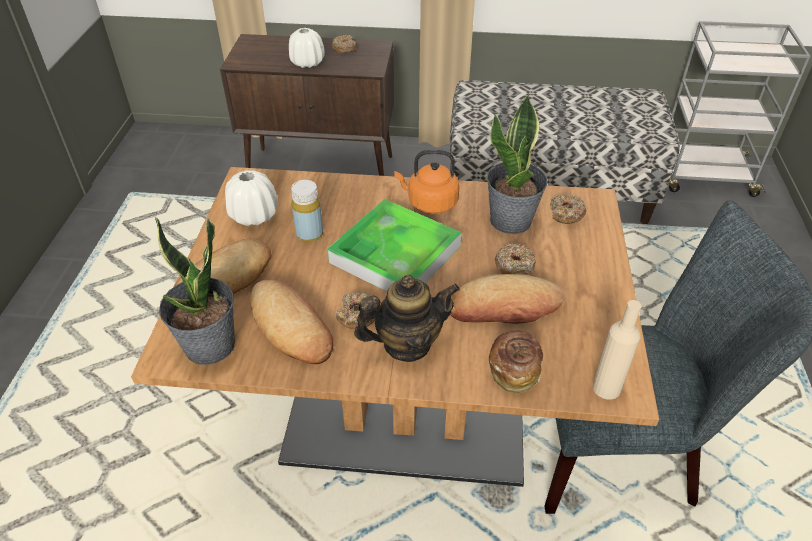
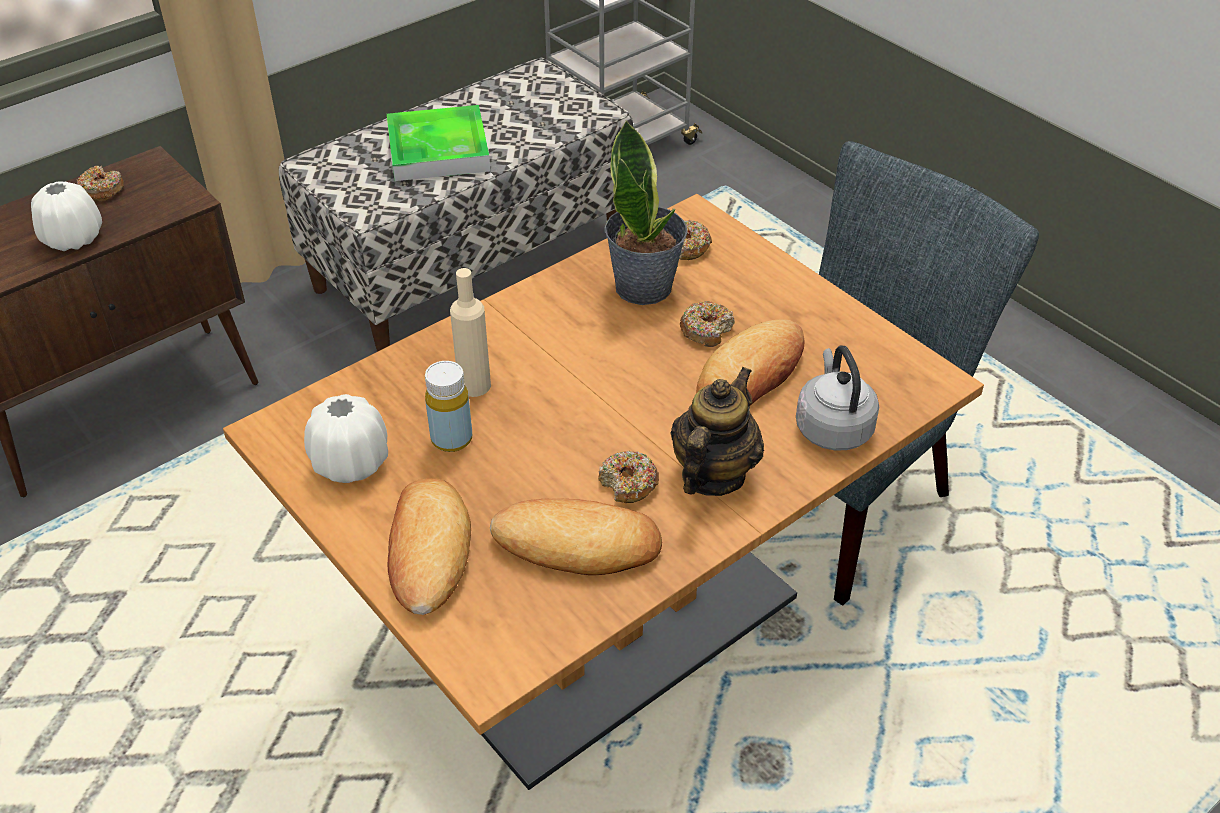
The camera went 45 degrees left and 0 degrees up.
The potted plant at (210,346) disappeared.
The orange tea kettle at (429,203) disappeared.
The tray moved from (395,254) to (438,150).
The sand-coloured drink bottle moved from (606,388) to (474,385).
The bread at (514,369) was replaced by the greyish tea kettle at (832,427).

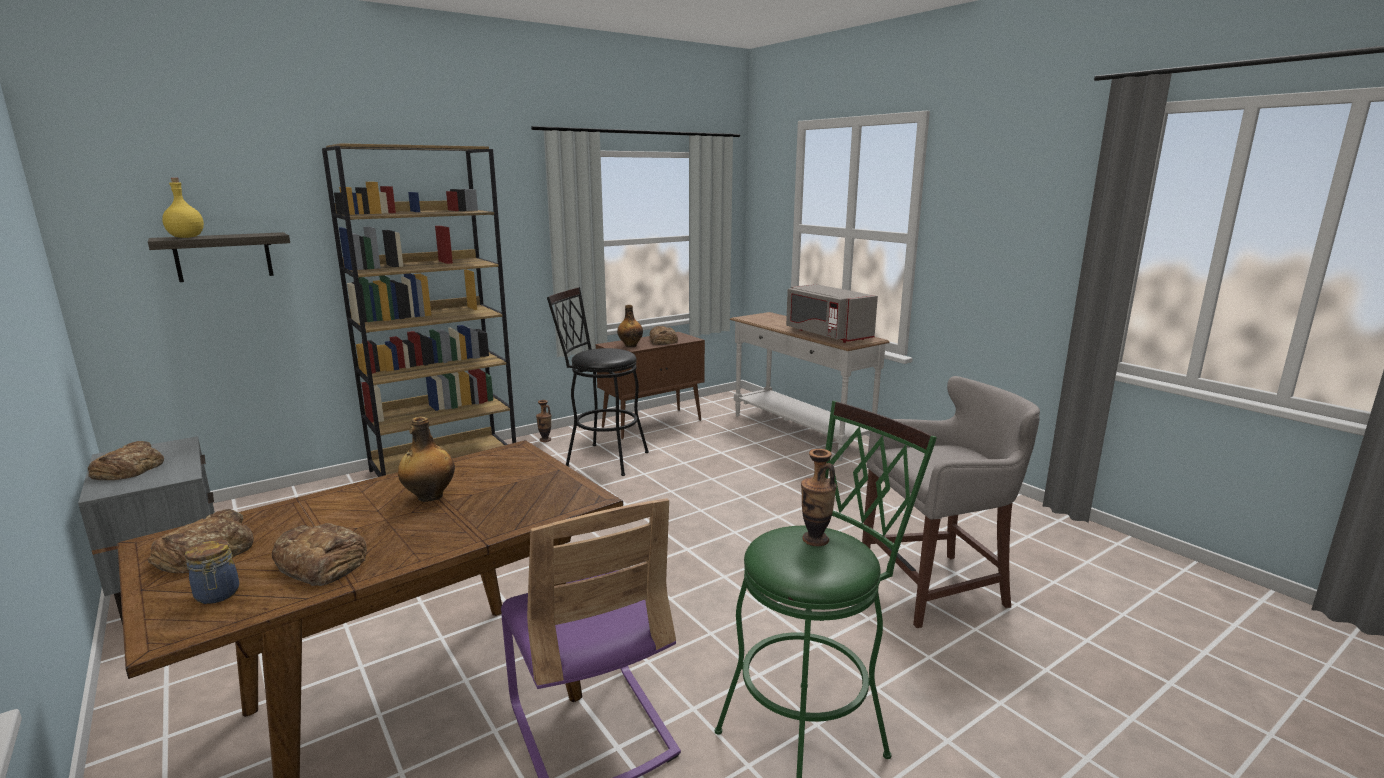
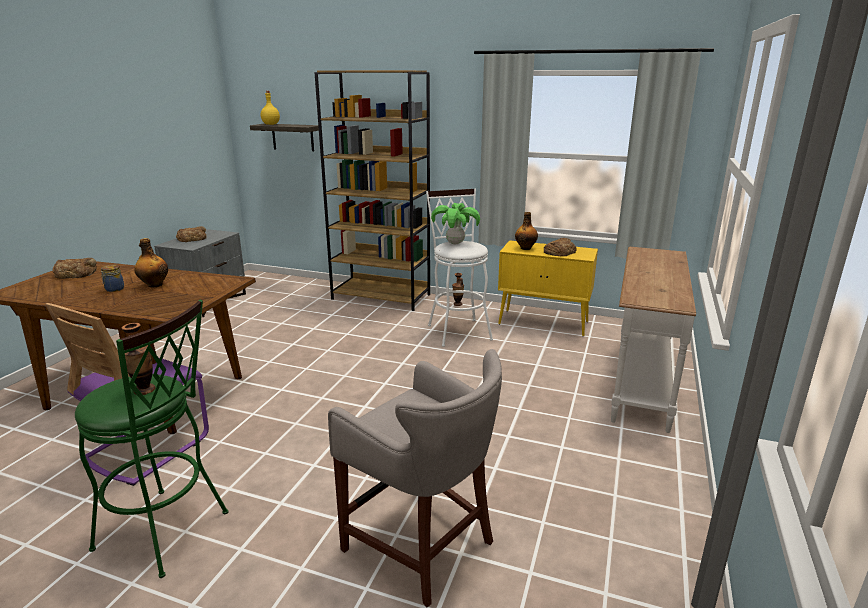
The camera went 55 degrees right and 5 degrees up.
The bread at (321,563) disappeared.
The greyish microwave at (826,334) disappeared.
The potted plant at (455,243) appeared.
The preserve jar moved from (217,595) to (114,289).
The black stool seat at (601,458) became the white-coloured stool seat at (457,330).
The brownish storage cabinet at (653,423) became the yellow-coloured storage cabinet at (544,323).

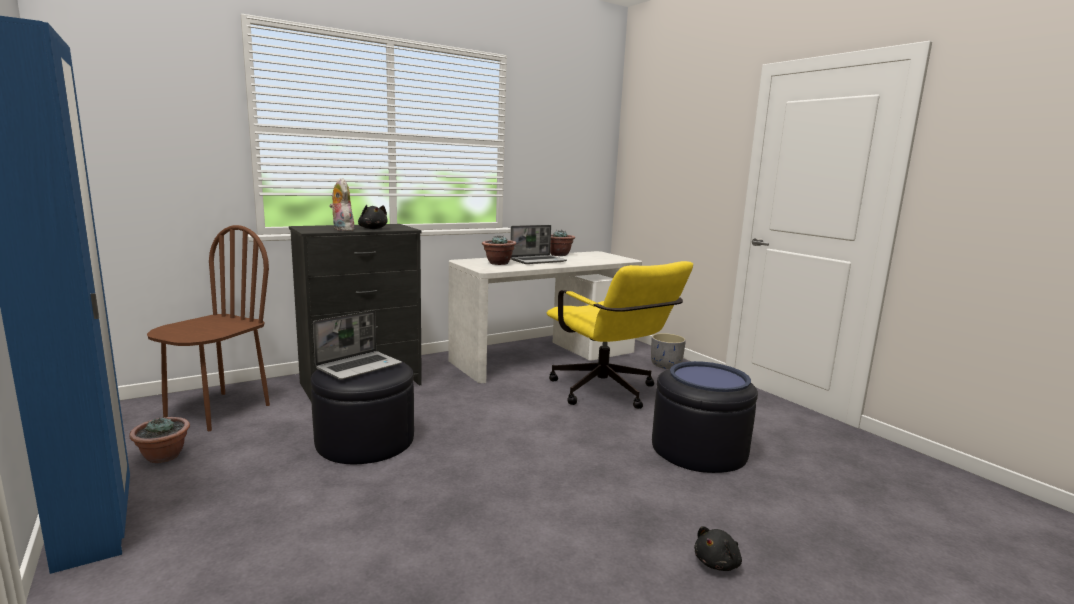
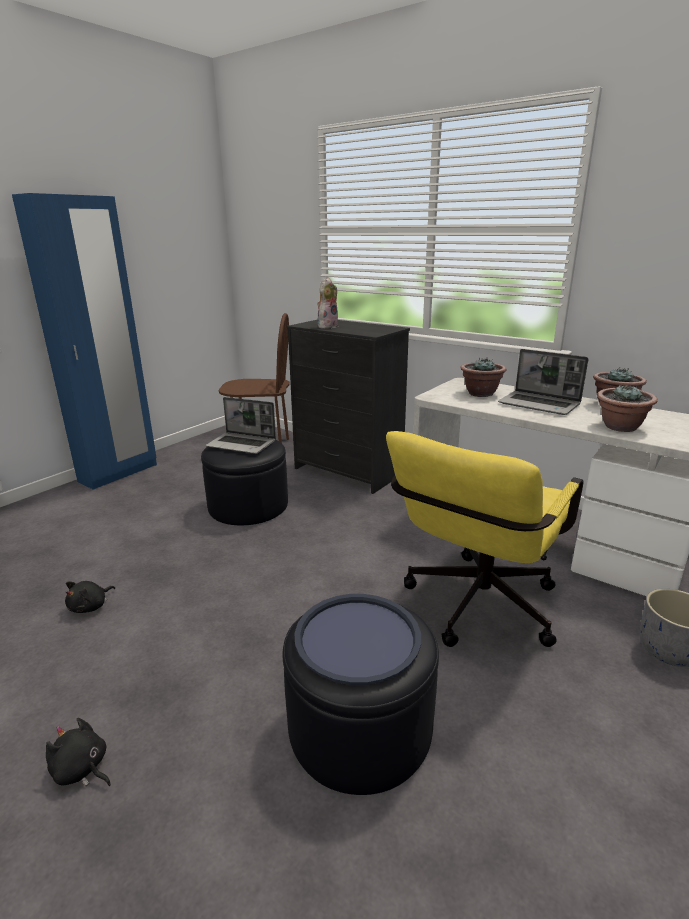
The camera went 70 degrees right and 10 degrees up.
The potted plant moved from (163,457) to (620,427).
The black plush toy moved from (373,229) to (90,606).

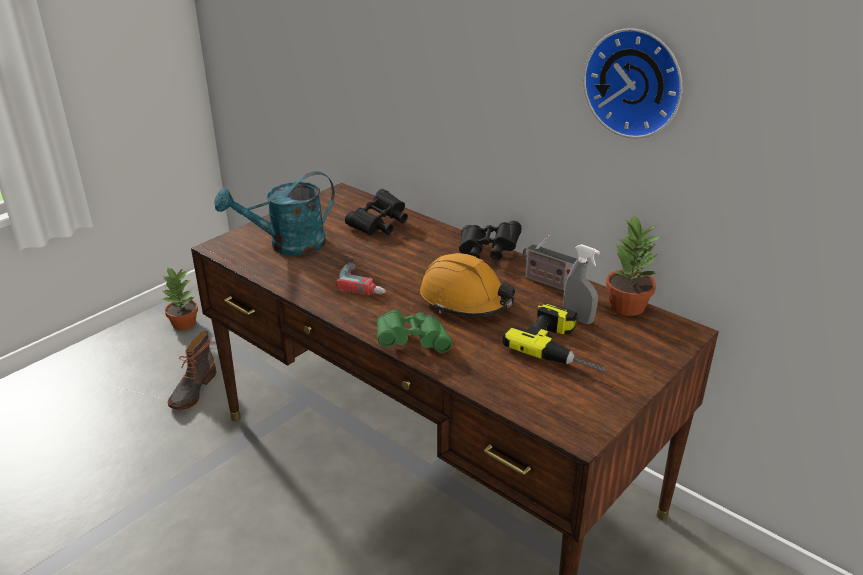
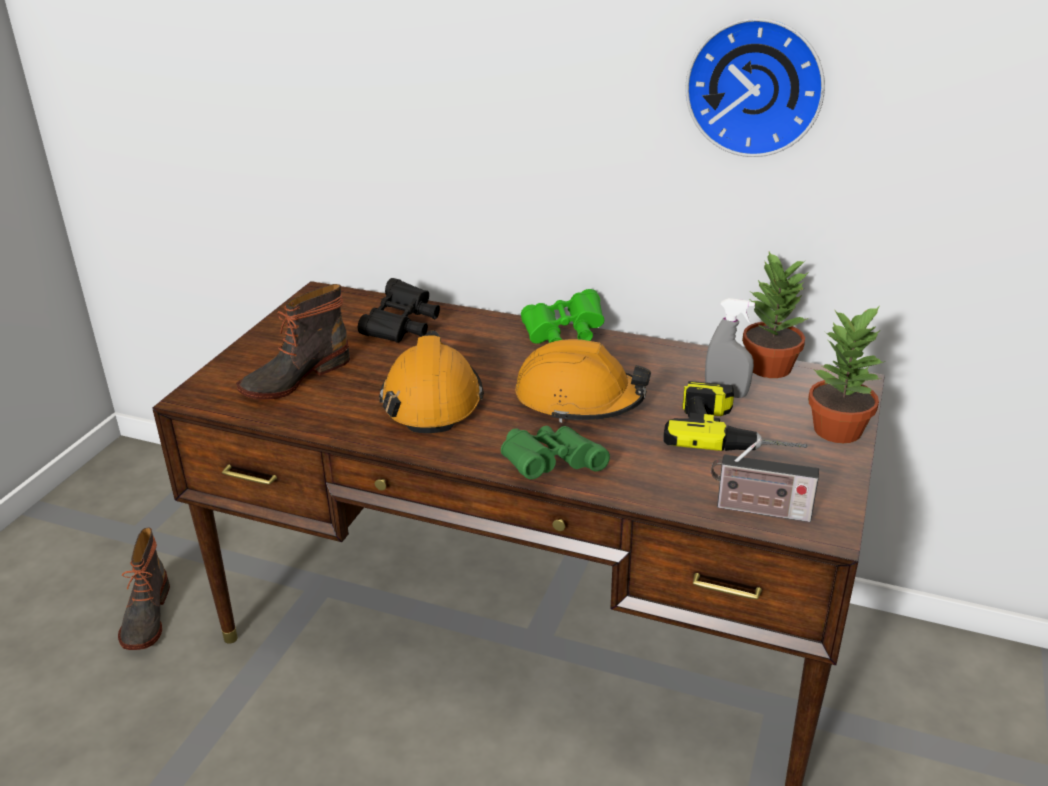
The camera went 20 degrees left and 0 degrees up.
The potted plant moved from (184,324) to (839,430).
The radio set moved from (549,283) to (758,510).
The blue-green sprinkling can at (288,245) was replaced by the boot at (294,377).
The power drill at (365,279) was replaced by the orange safety helmet at (432,400).
The black field glasses at (487,252) became the green field glasses at (563,335).

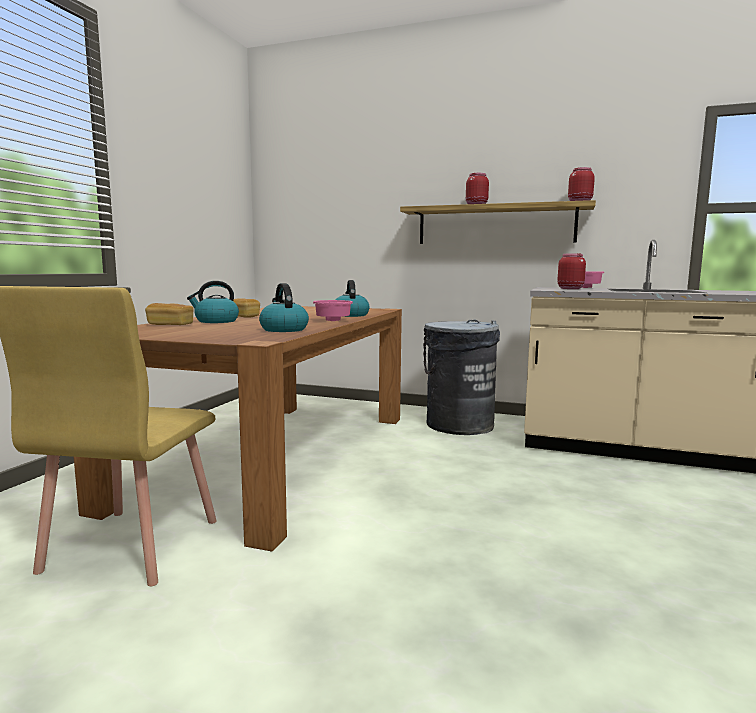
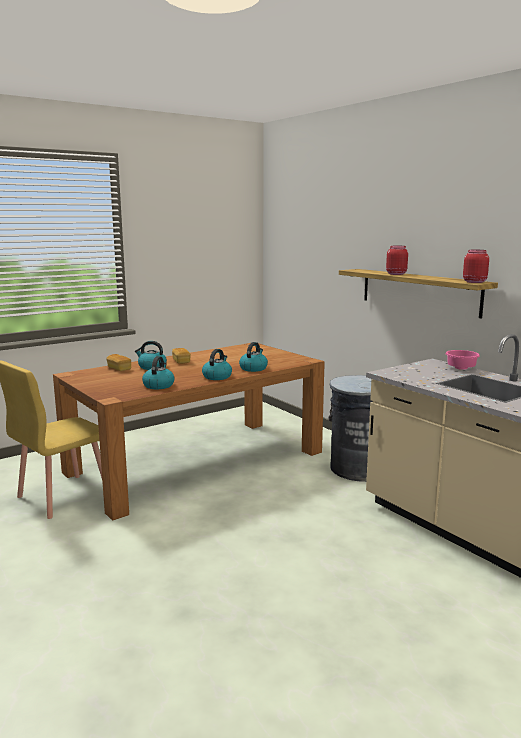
The camera went 35 degrees right and 5 degrees up.
The red preserve jar at (570,288) disappeared.
The pink deep dish at (332,321) was replaced by the tea kettle at (217,377).

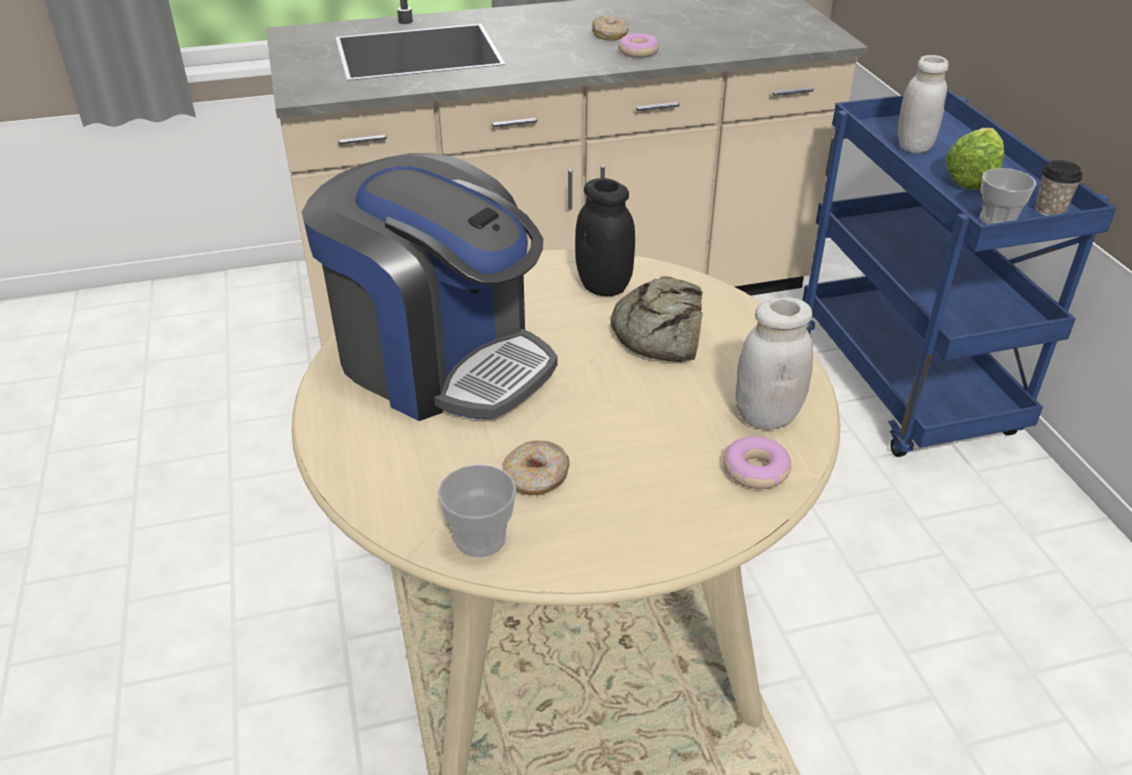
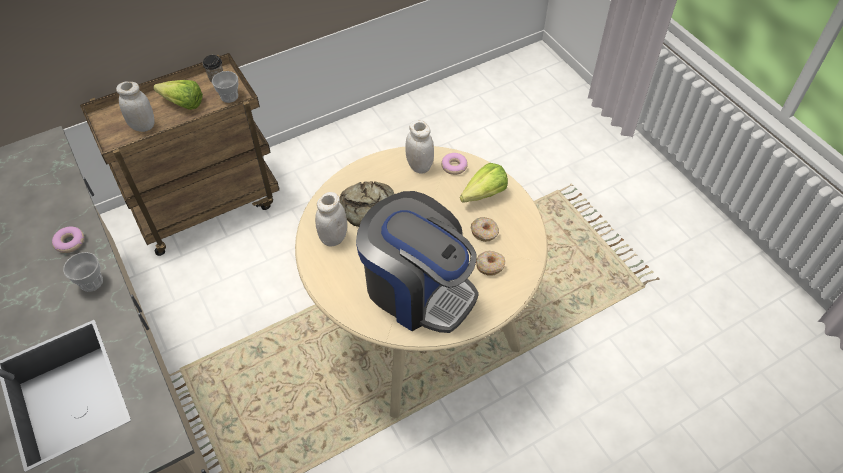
The camera went 105 degrees left and 15 degrees up.
The head of lettuce at (480,196) appeared.
The drinking cup moved from (480,538) to (91,282).
The doughnut moved from (610,35) to (490,265).
The black preserve jar at (604,286) became the white-coloured preserve jar at (333,237).
The blue-coloured trolley at (906,387) became the brownish trolley at (207,205).
The coffee machine at (440,360) turned 105 degrees clockwise.

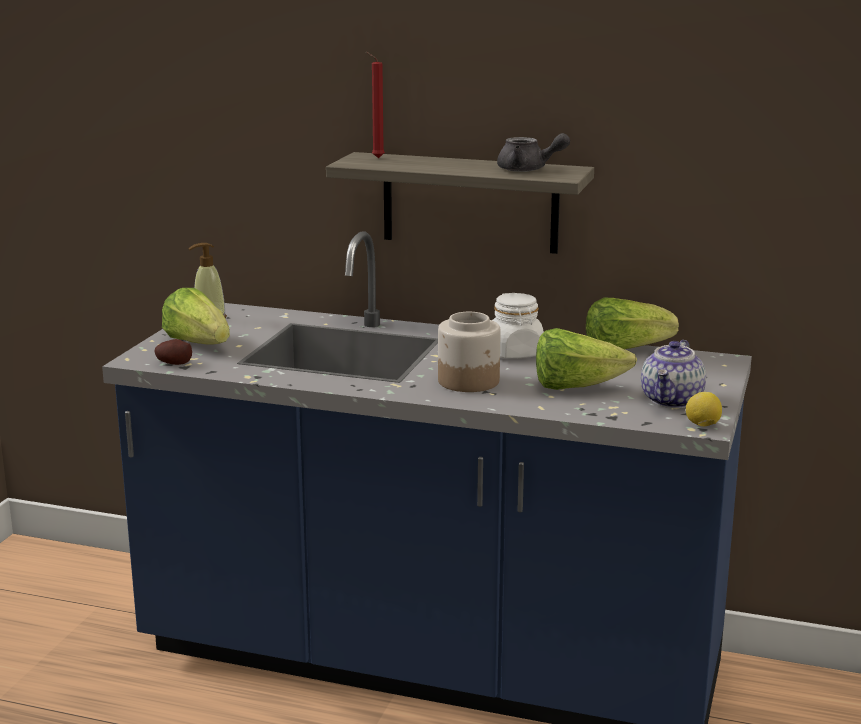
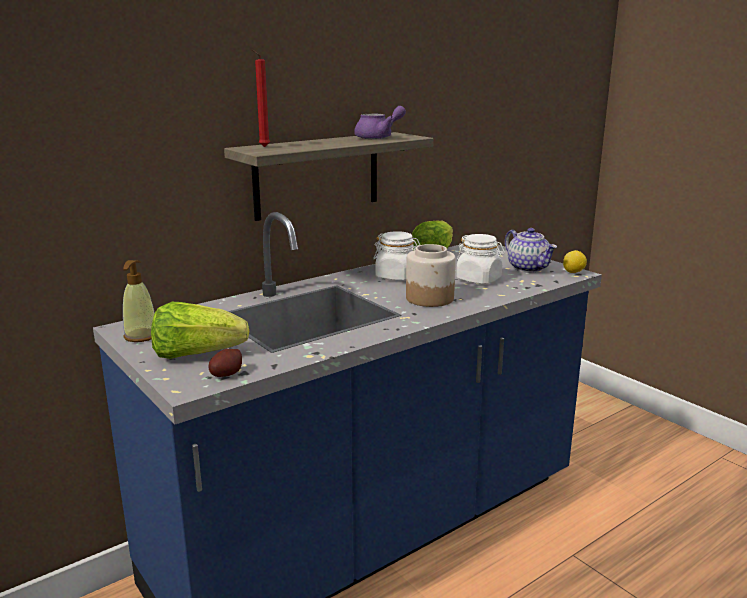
The camera went 55 degrees left and 0 degrees up.
The head of lettuce at (575,387) was replaced by the white-coloured preserve jar at (479,279).
The greyish teapot at (528,170) became the purple teapot at (379,137).

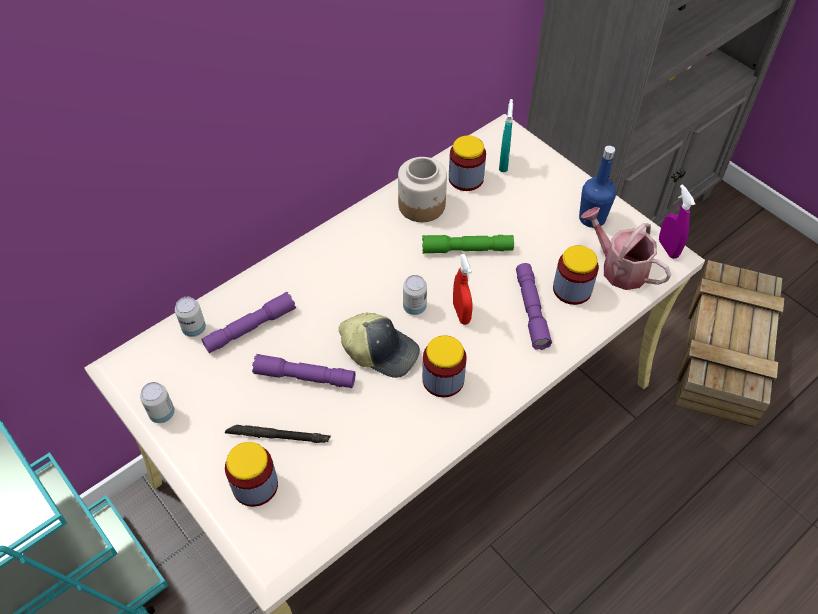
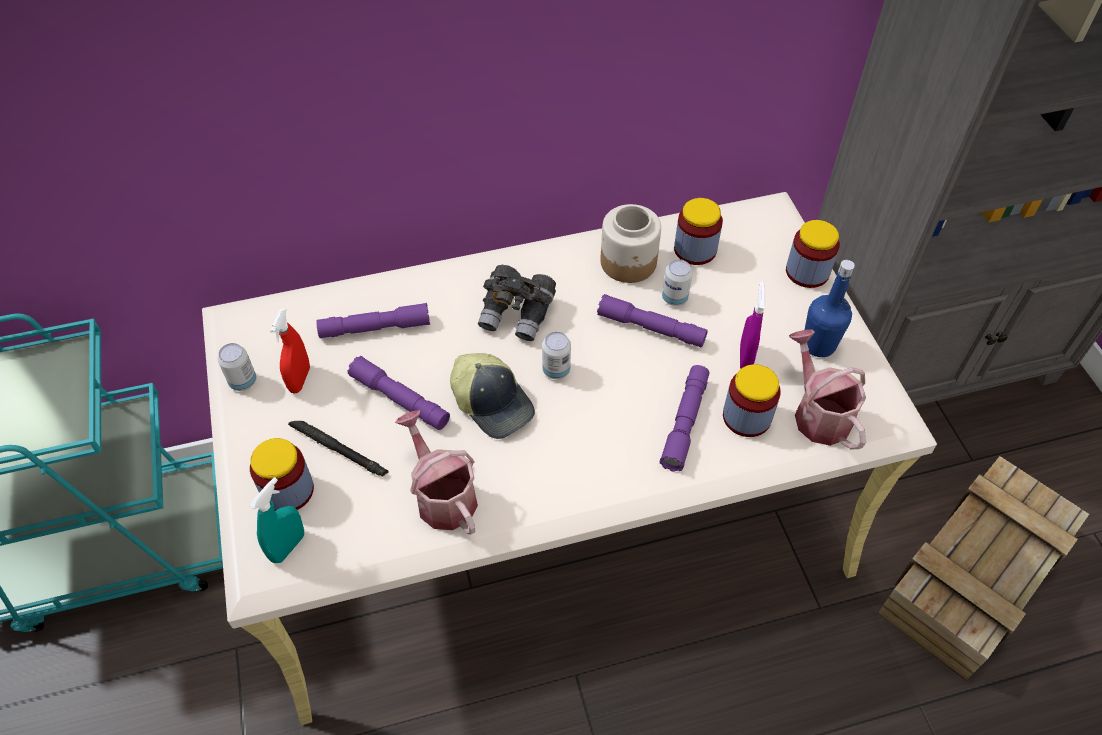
The camera went 25 degrees right and 0 degrees up.
The sprinkling can at (442,495) appeared.
The greyish field glasses at (517,314) appeared.
The metal can moved from (194,329) to (674,298).
The preserve jar moved from (443,379) to (807,272).
The red hand sprayer moved from (461,313) to (299,379).
The blue-green hand sprayer moved from (503,163) to (288,547).
The purple hand sprayer moved from (668,248) to (745,357).
The green hand torch at (467,249) became the purple hand torch at (651,328).

